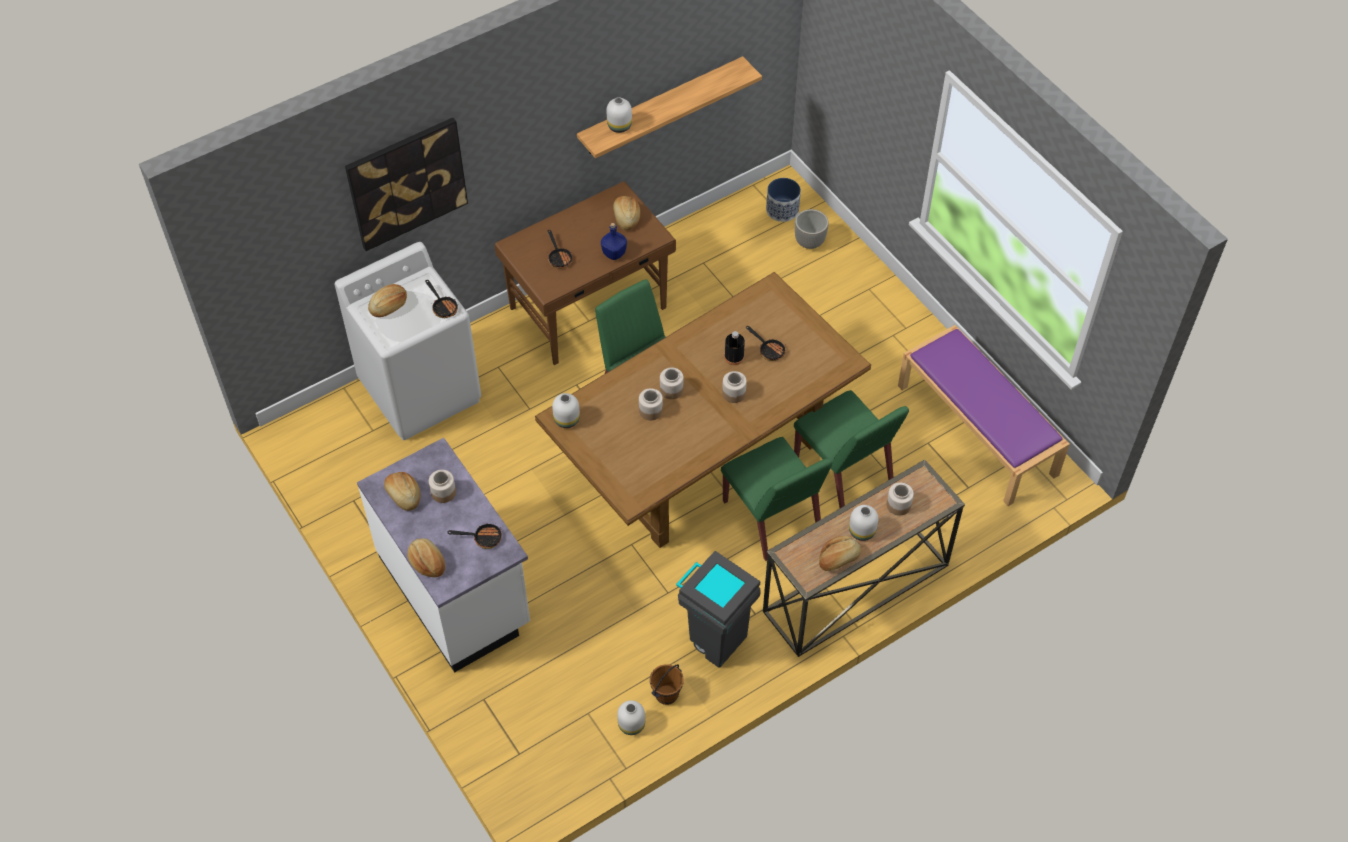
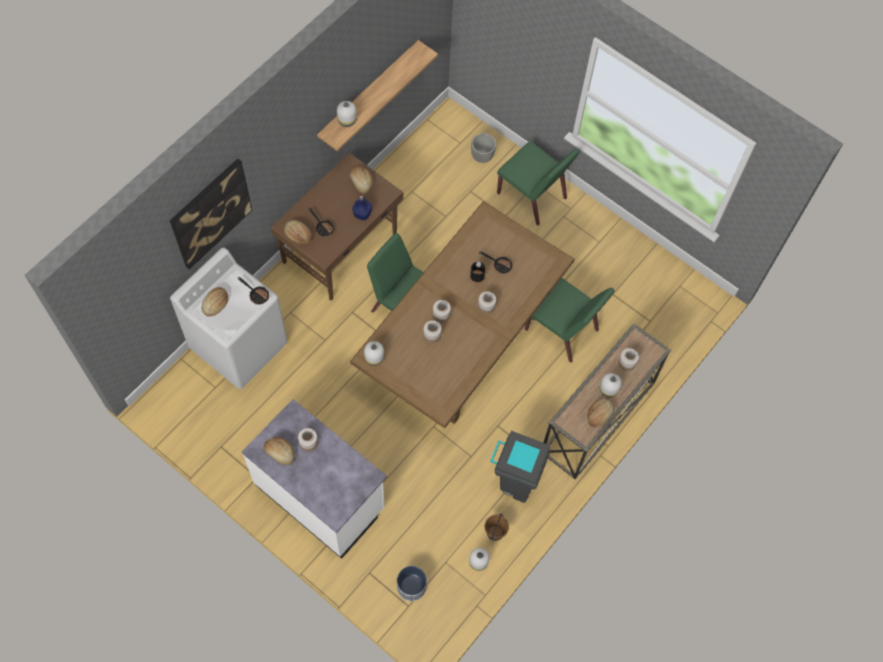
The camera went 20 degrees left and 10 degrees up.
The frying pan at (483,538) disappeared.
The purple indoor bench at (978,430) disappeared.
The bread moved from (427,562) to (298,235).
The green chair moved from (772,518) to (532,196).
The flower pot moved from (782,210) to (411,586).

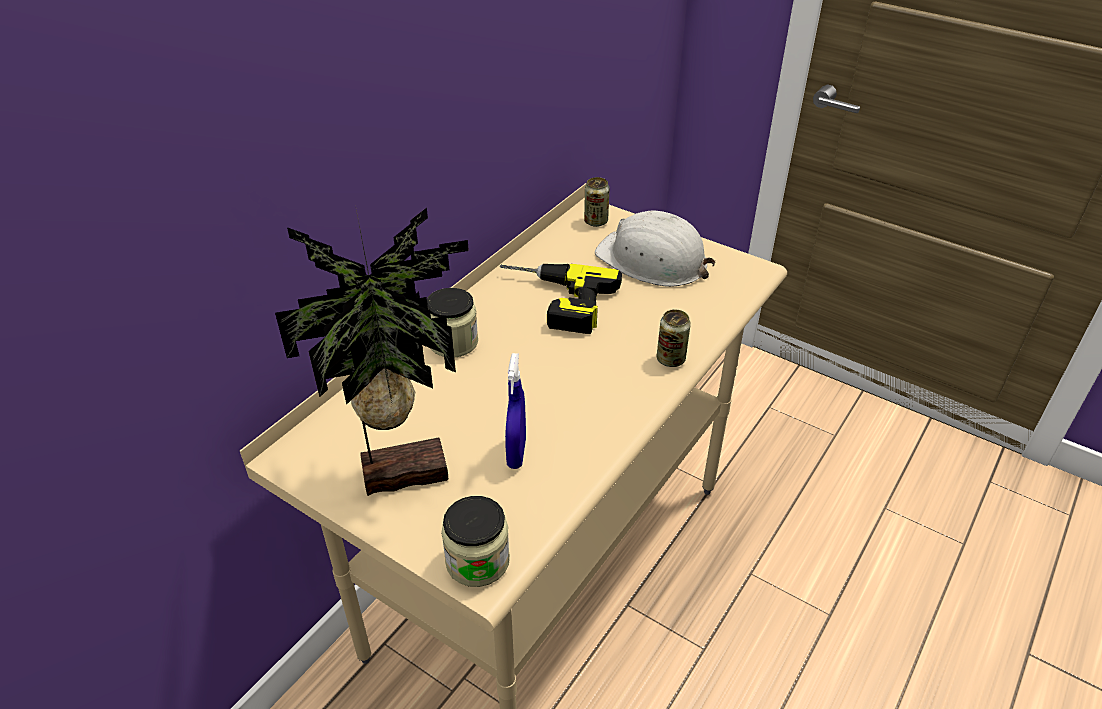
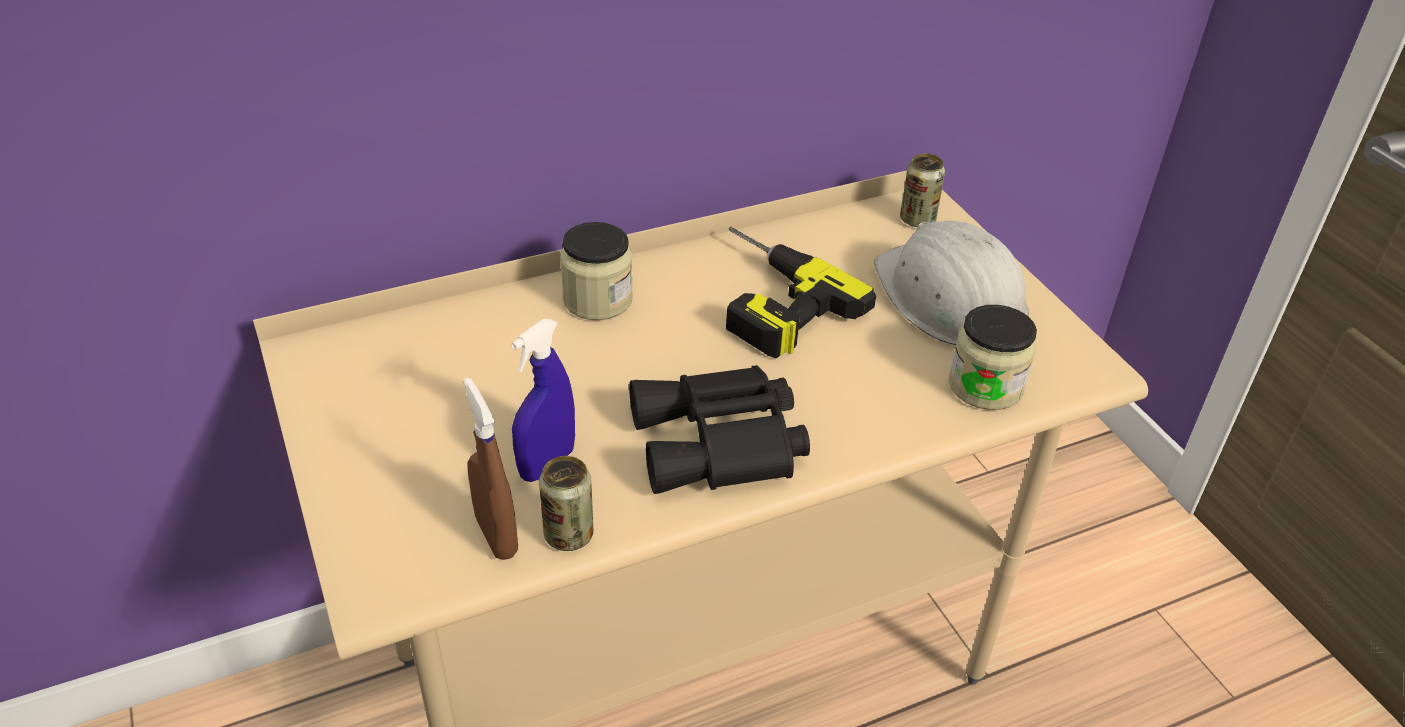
The camera went 30 degrees right and 0 degrees up.
The potted plant at (402,469) disappeared.
The brownish hand sprayer at (496,536) appeared.
The black field glasses at (721,445) appeared.
The preserve jar moved from (477,561) to (985,386).
The metal can moved from (670,359) to (568,535).

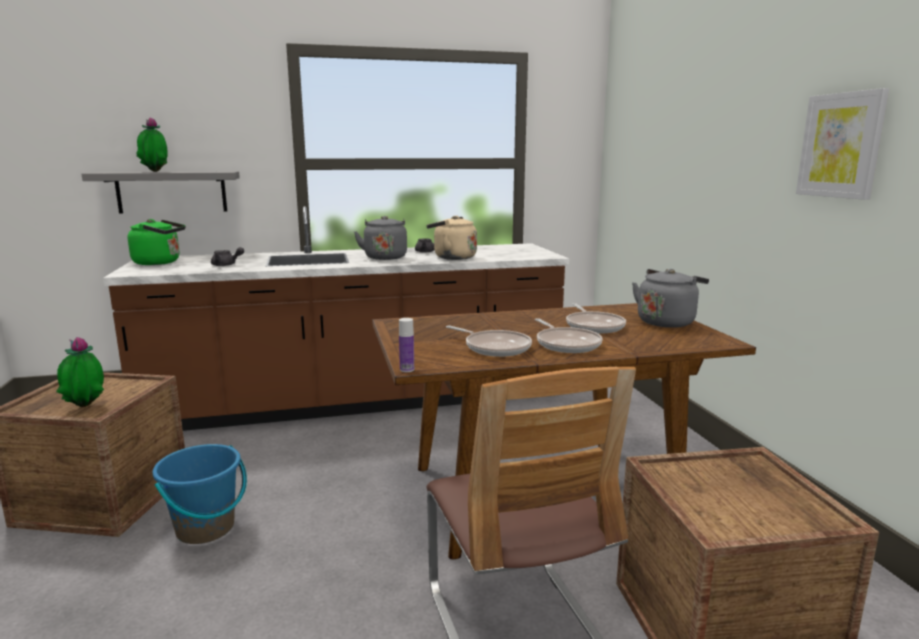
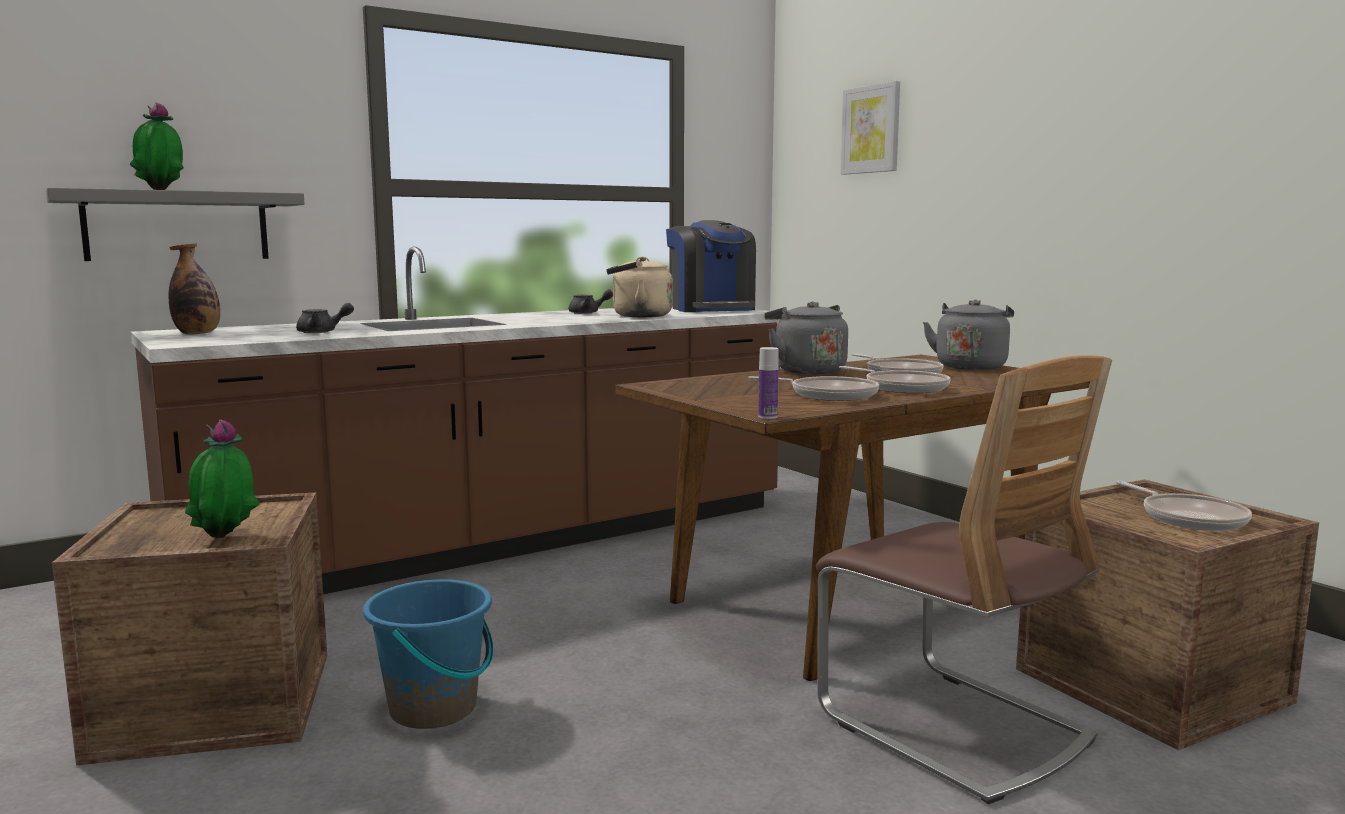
The camera went 20 degrees left and 5 degrees down.
The coffee machine at (712,309) appeared.
The frying pan at (1189,518) appeared.
The greyish tea kettle moved from (385,257) to (806,370).
The picture moved from (841,145) to (871,129).
The green tea kettle at (160,263) was replaced by the drink bottle at (197,334).

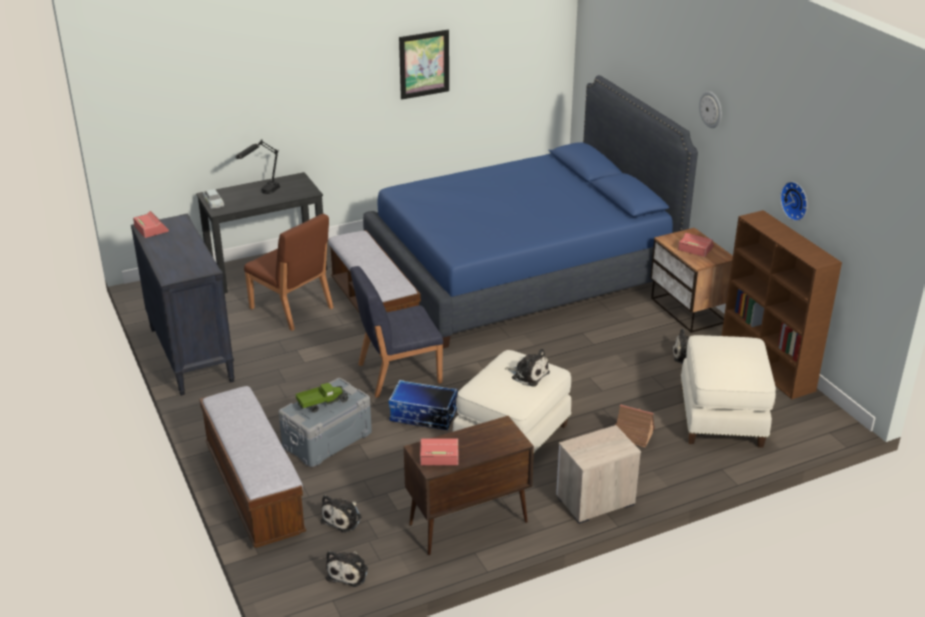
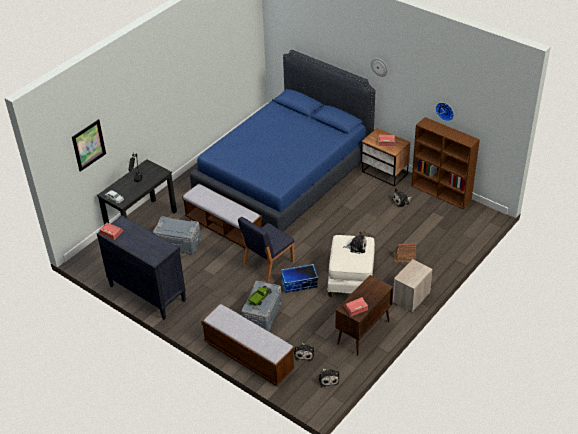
The camera went 25 degrees left and 10 degrees up.
The white-coloured ottoman at (722,416) disappeared.
The picture moved from (424,64) to (88,145).
The brownish chair at (292,309) was replaced by the greyish storage container at (178,244).

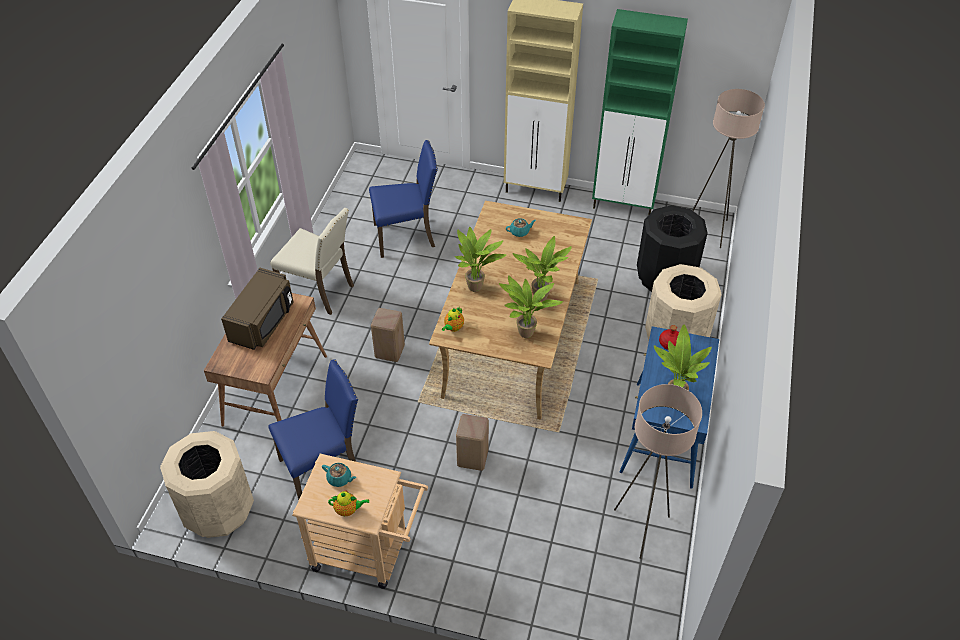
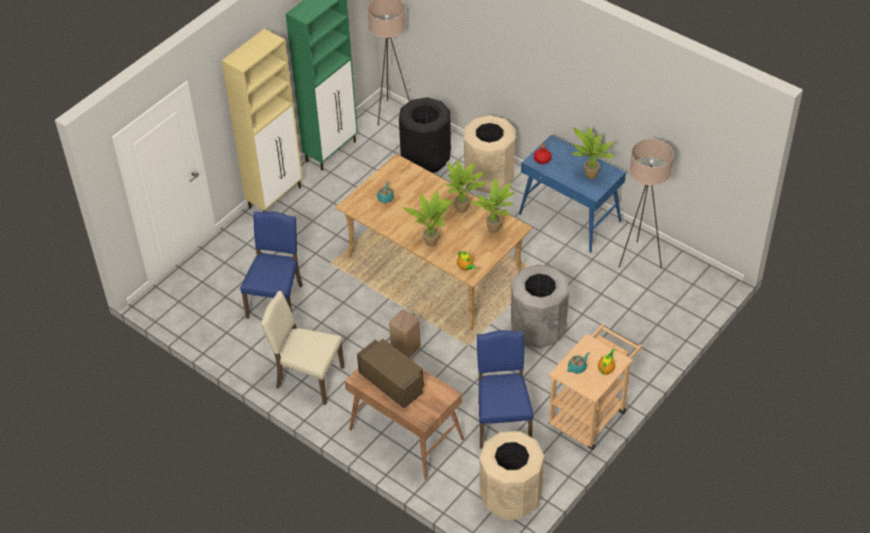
The camera went 65 degrees left and 0 degrees up.
The sand-coloured stool seat at (471,459) was replaced by the greyish waste bin at (538,329).
The sand-coloured chair at (319,291) turned 120 degrees counterclockwise.

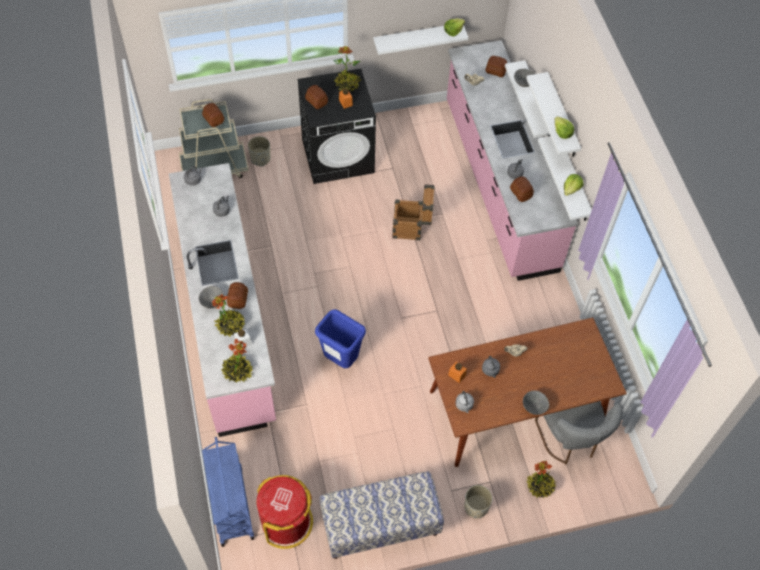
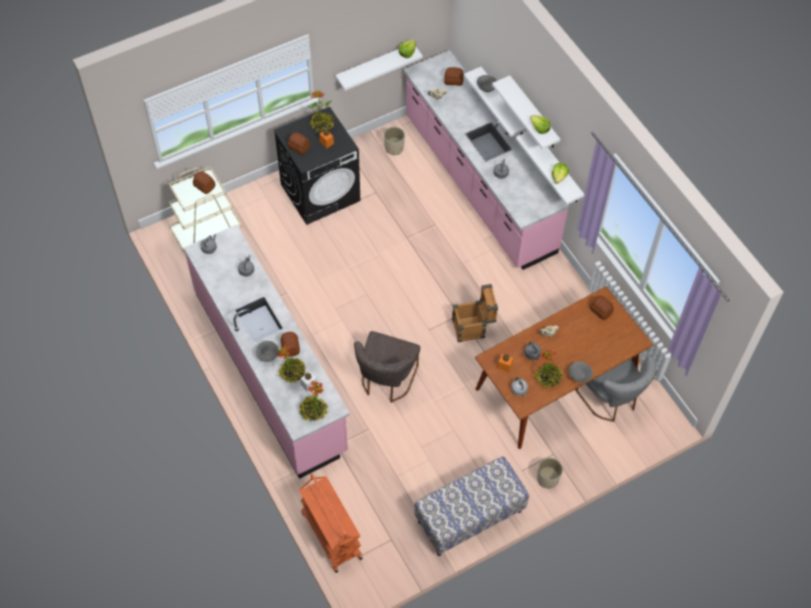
The camera went 15 degrees left and 0 degrees up.
The red waste bin at (286,522) disappeared.
The sand-coloured flower pot moved from (260,159) to (394,148).
The packing crate moved from (412,228) to (473,328).
The bread moved from (521,192) to (601,310).
The potted plant moved from (540,486) to (548,378).
The blue-coloured waste bin at (340,359) was replaced by the greyish chair at (386,381).
The blue-coloured trolley at (230,505) became the orange trolley at (331,535).

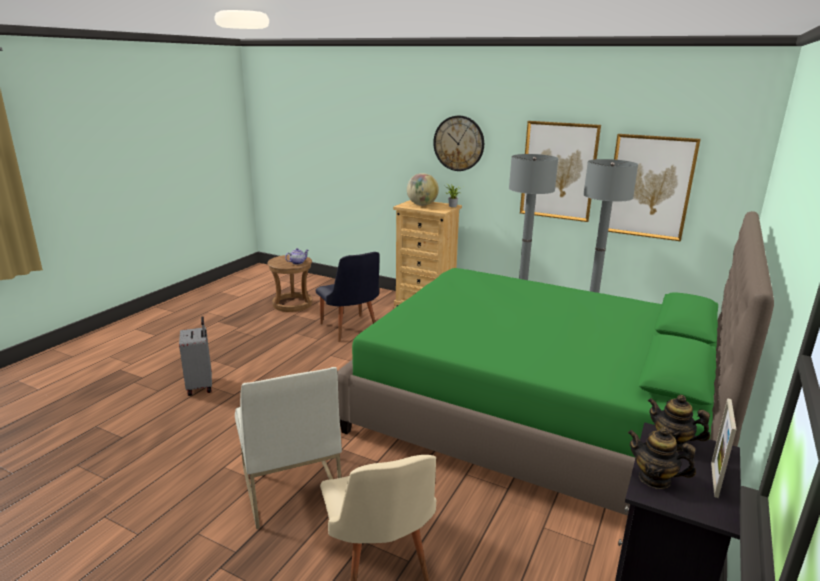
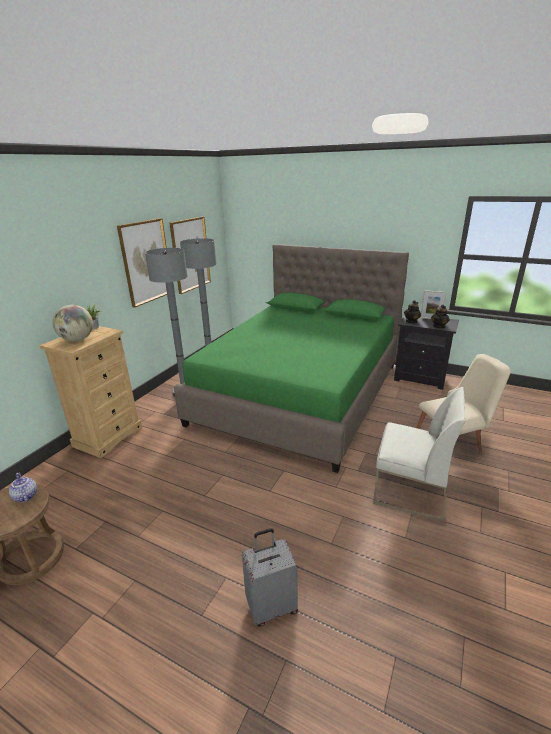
The camera went 90 degrees left and 5 degrees up.
The black chair at (351,331) disappeared.
The wall clock at (459,143) disappeared.
The white-coloured chair at (290,486) turned 45 degrees clockwise.

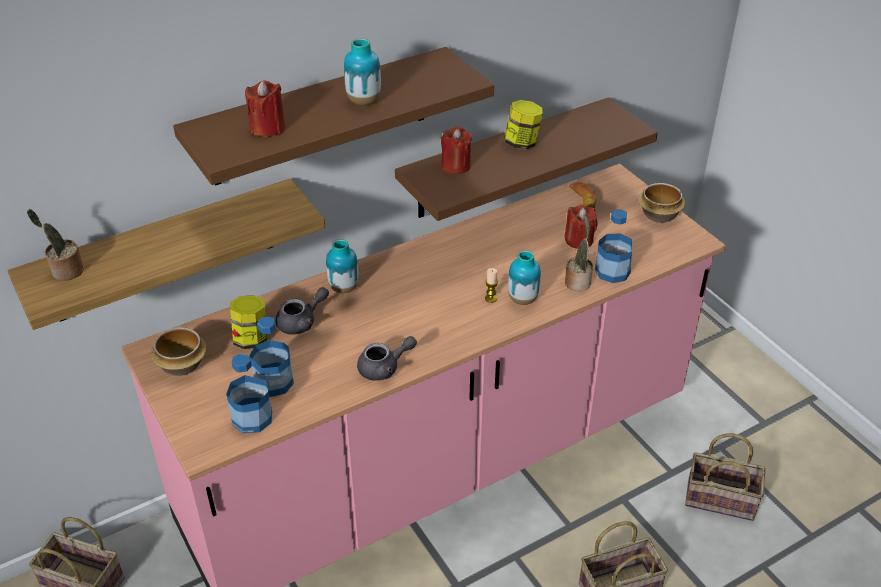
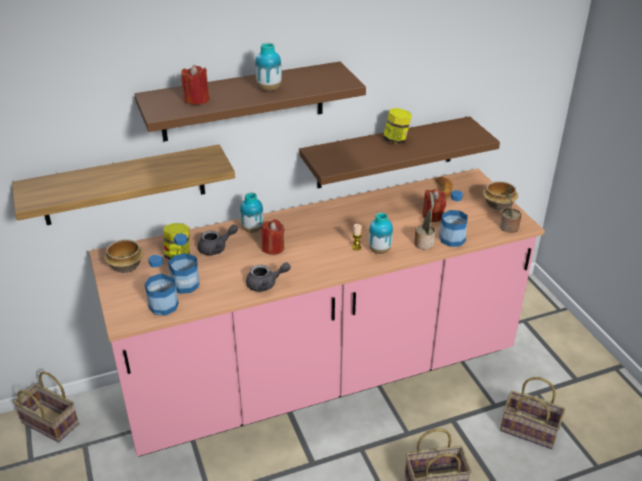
The camera went 10 degrees right and 5 degrees down.
The potted plant moved from (65,272) to (508,227).
The red wax light moved from (456,166) to (273,248).

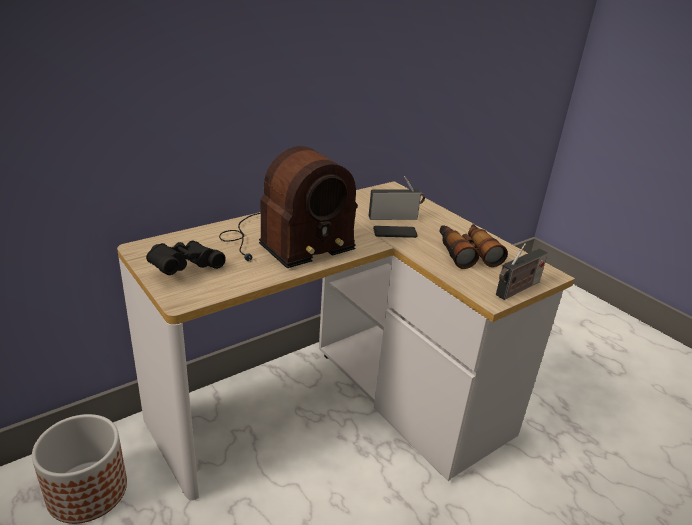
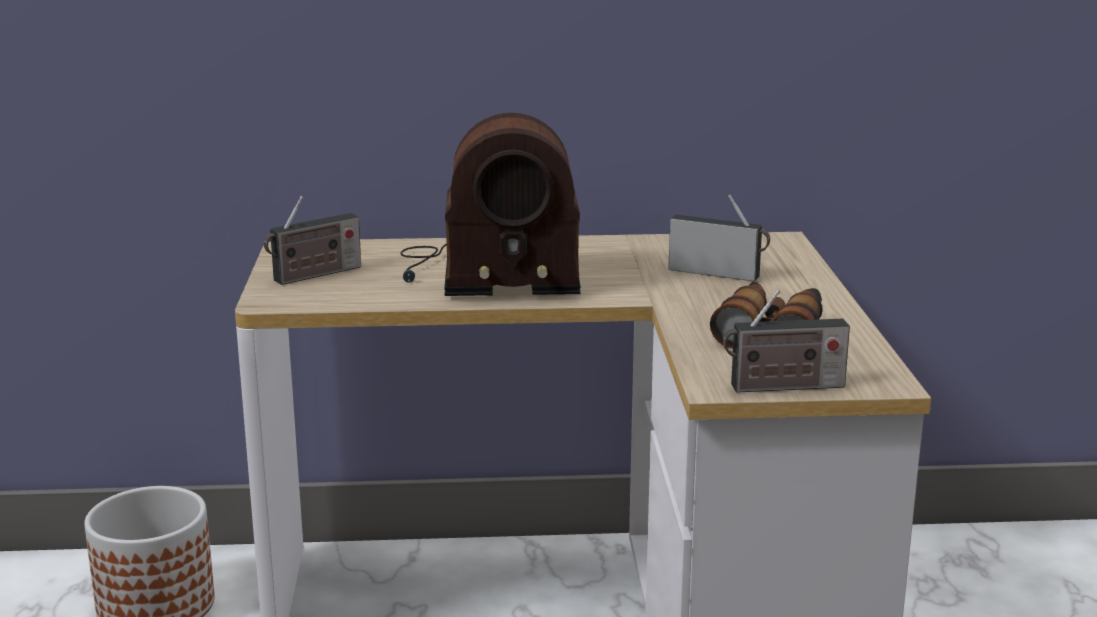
The camera went 35 degrees right and 10 degrees down.
The handset at (395,232) disappeared.
The black field glasses at (184,269) was replaced by the radio set at (314,275).

